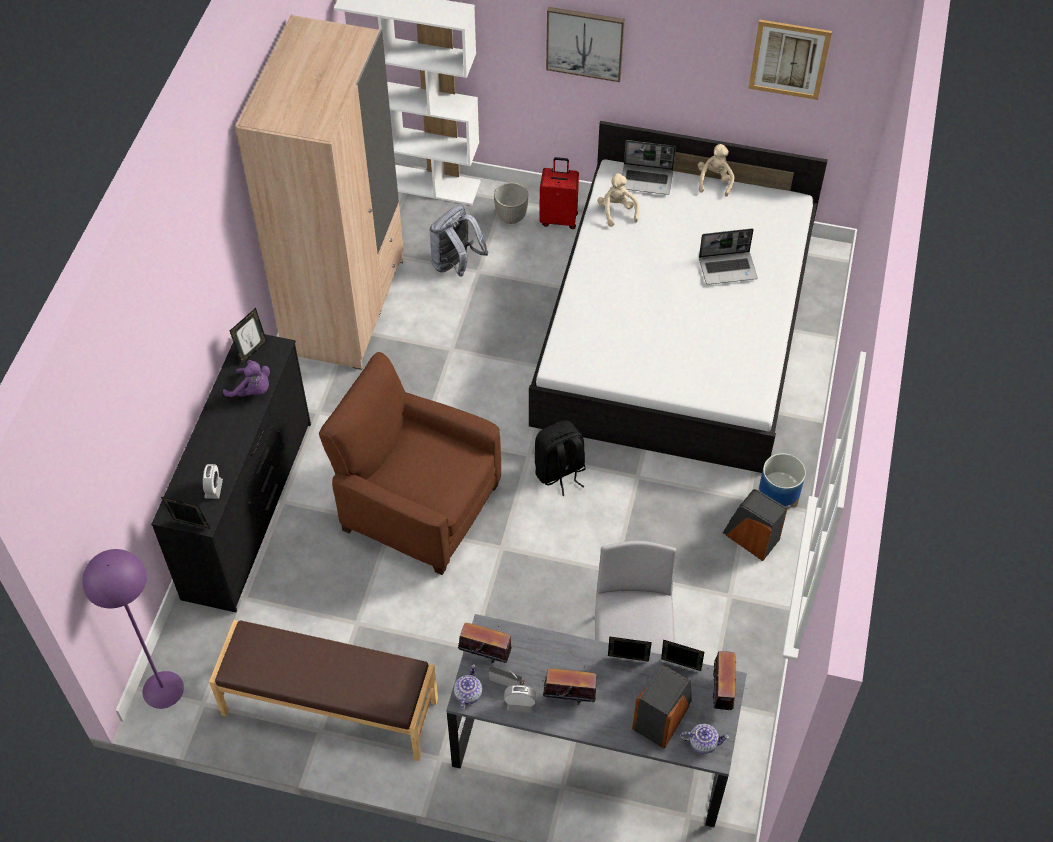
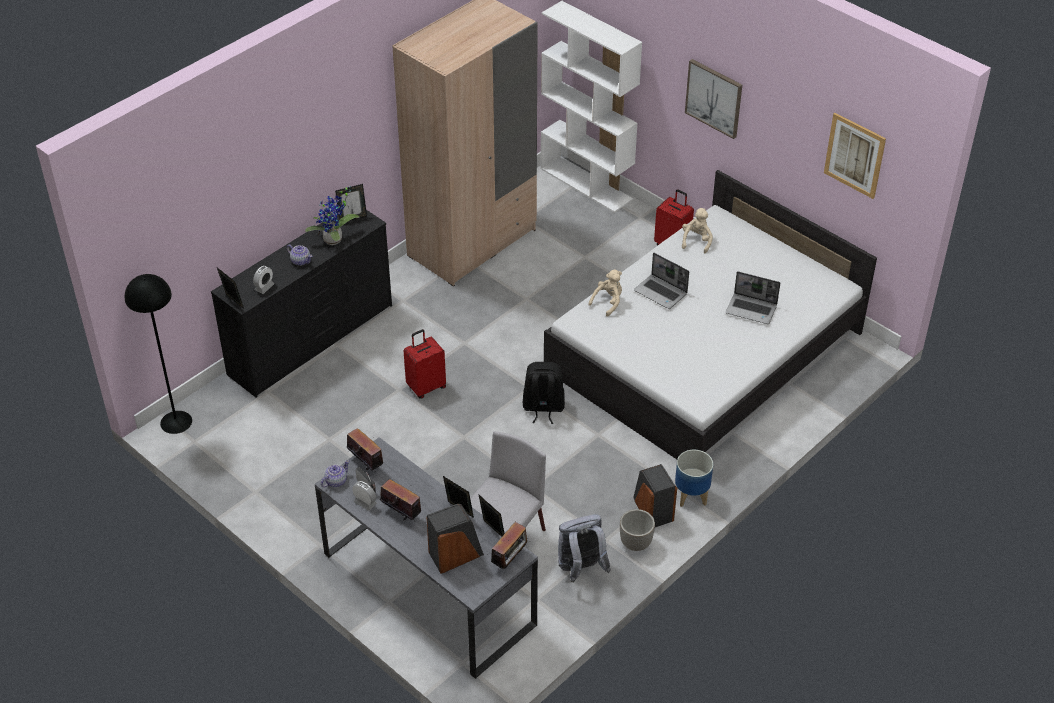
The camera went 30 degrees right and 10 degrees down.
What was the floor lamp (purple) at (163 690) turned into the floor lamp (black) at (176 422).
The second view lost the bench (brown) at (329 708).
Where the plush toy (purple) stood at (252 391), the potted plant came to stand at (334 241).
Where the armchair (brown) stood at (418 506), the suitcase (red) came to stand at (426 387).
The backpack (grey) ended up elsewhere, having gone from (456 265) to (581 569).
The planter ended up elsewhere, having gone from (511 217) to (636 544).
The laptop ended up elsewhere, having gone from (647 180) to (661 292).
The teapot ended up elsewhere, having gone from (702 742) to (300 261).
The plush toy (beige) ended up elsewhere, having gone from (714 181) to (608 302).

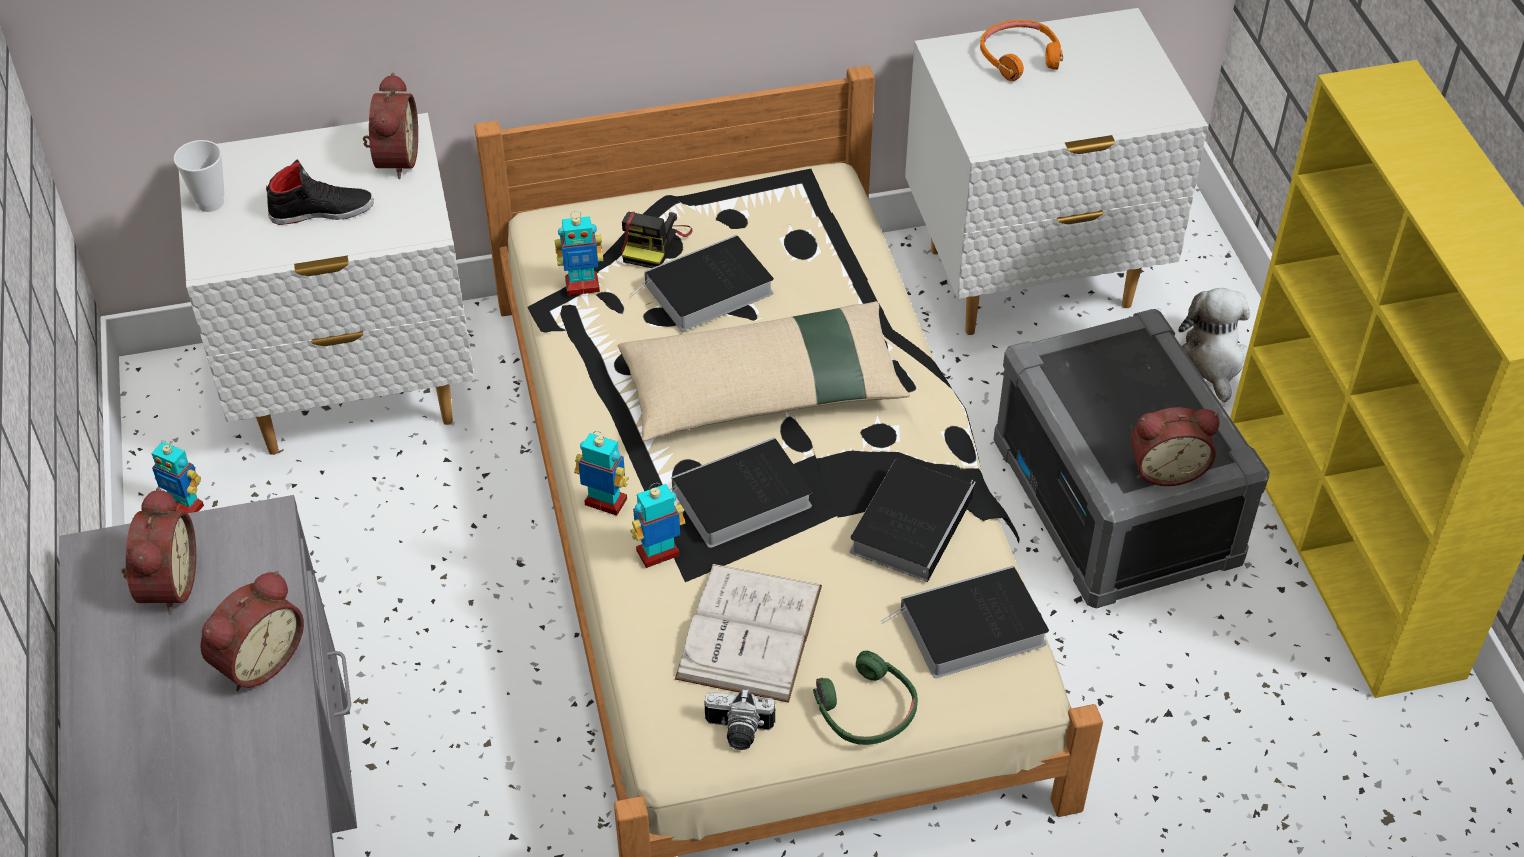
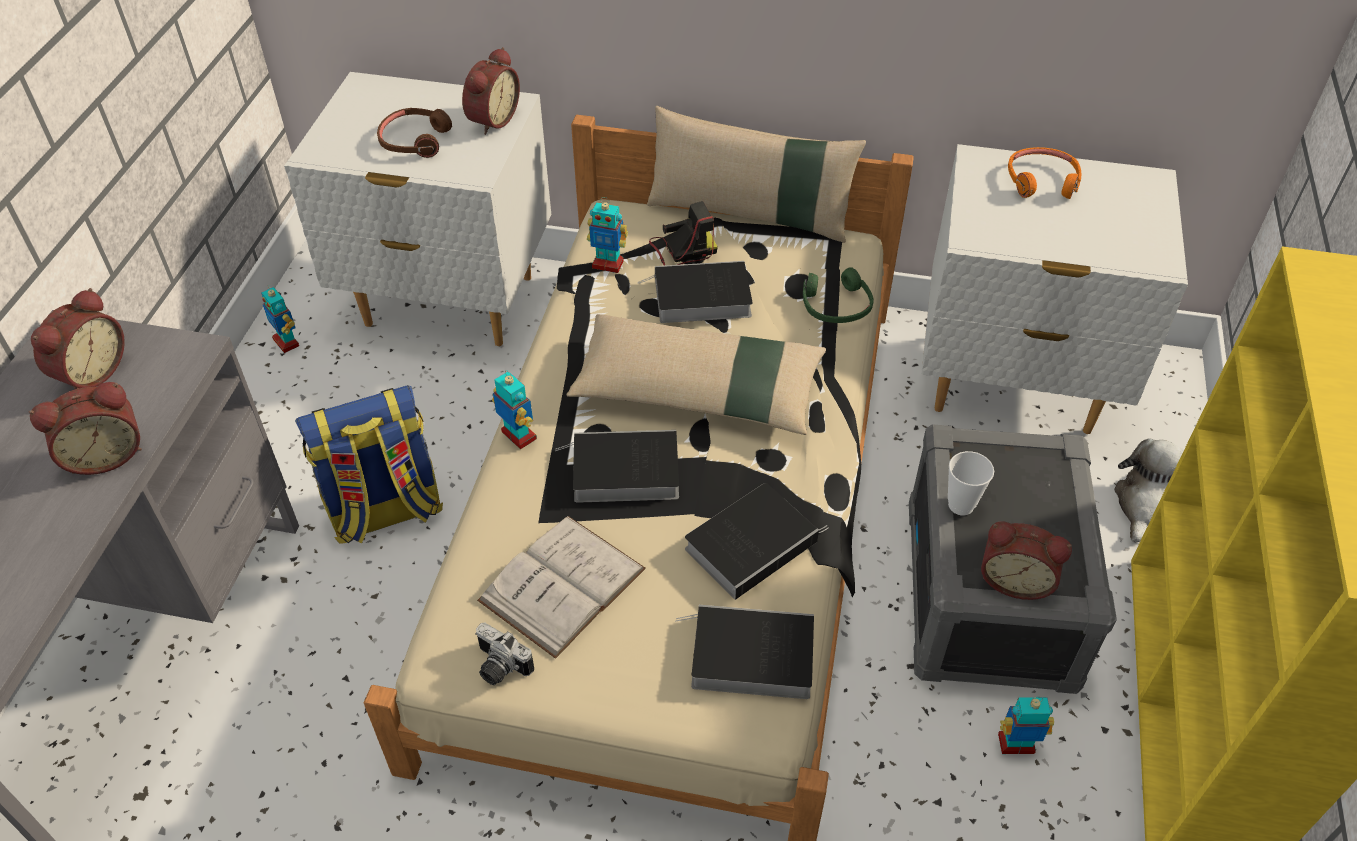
The camera went 25 degrees right and 0 degrees up.
The cup ended up elsewhere, having gone from (210 202) to (961 505).
Where the shoe (black) stood at (322 210), the headphones (brown) came to stand at (414 140).
The photo camera at (654 243) ended up facing another way, 150 degrees counterclockwise from before.
The toy robot ended up elsewhere, having gone from (658 554) to (1016 745).
The headphones (green) ended up elsewhere, having gone from (866 709) to (836 305).
The second view gained the backpack at (385 512).
The second view gained the pillow (beige) at (750 214).

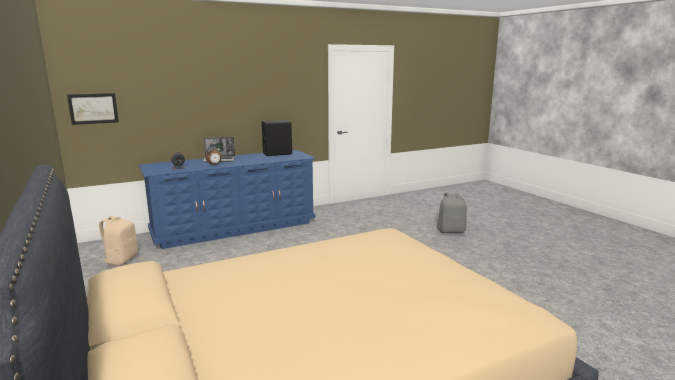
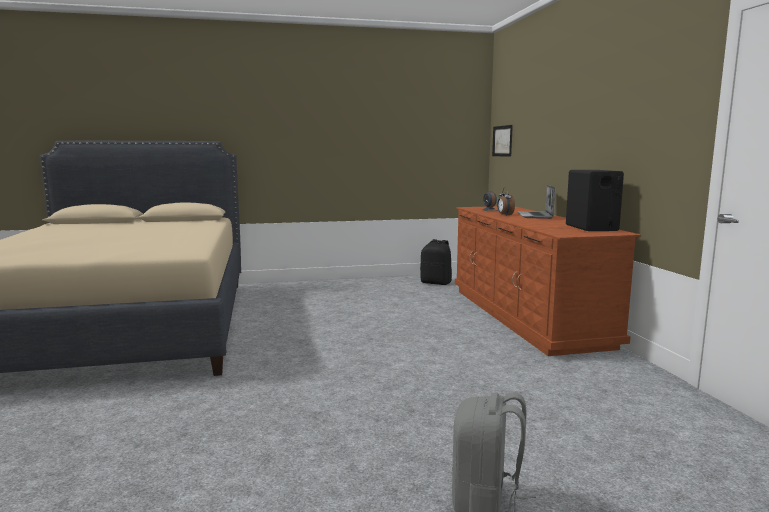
The camera went 105 degrees right and 5 degrees down.
What was the backpack (beige) at (121 260) turned into the backpack (black) at (436 283).
What was the dresser (blue) at (234 228) turned into the dresser (brown) at (525 316).

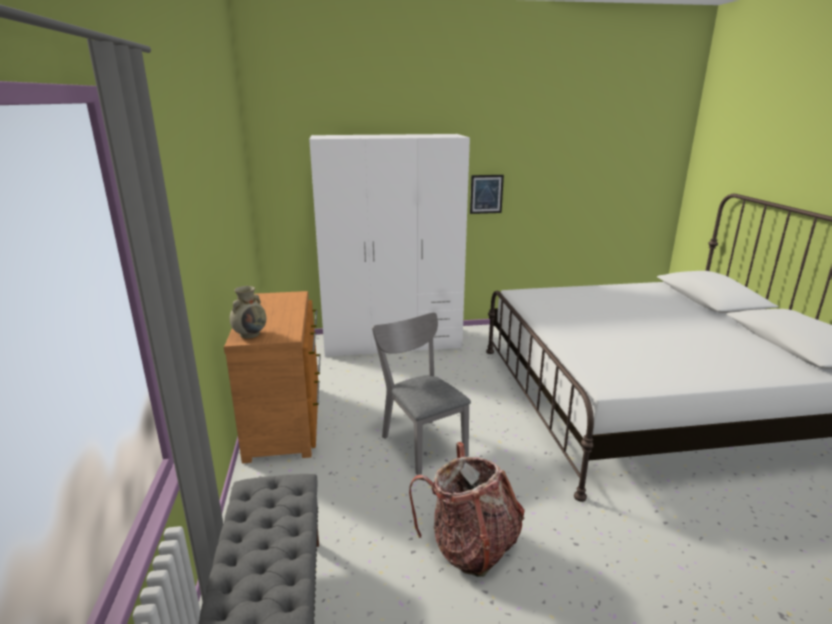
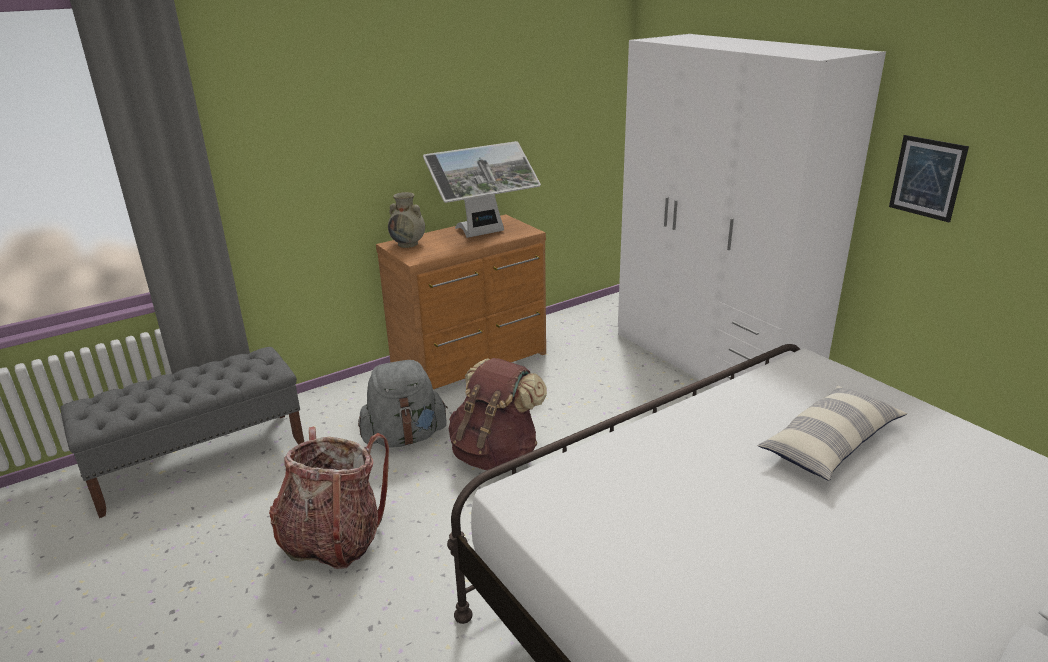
The camera went 65 degrees right and 5 degrees up.
Where the chair (grey) stood at (420 442), the backpack (brown) came to stand at (496 454).
The second view gained the backpack (grey) at (405 437).
The second view gained the monitor at (484 233).
The second view gained the pillow at (830 444).

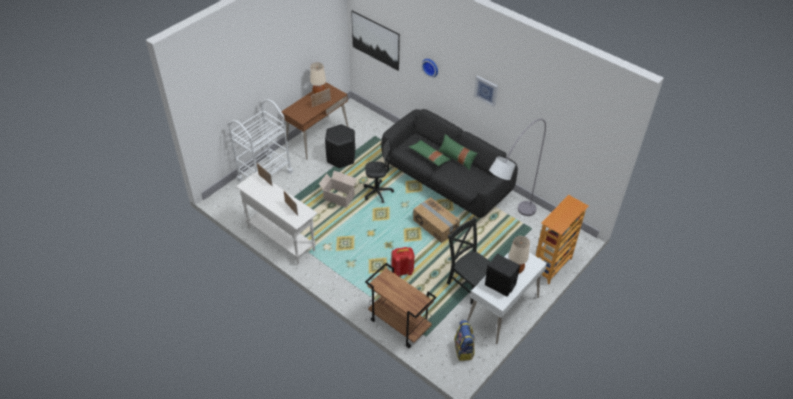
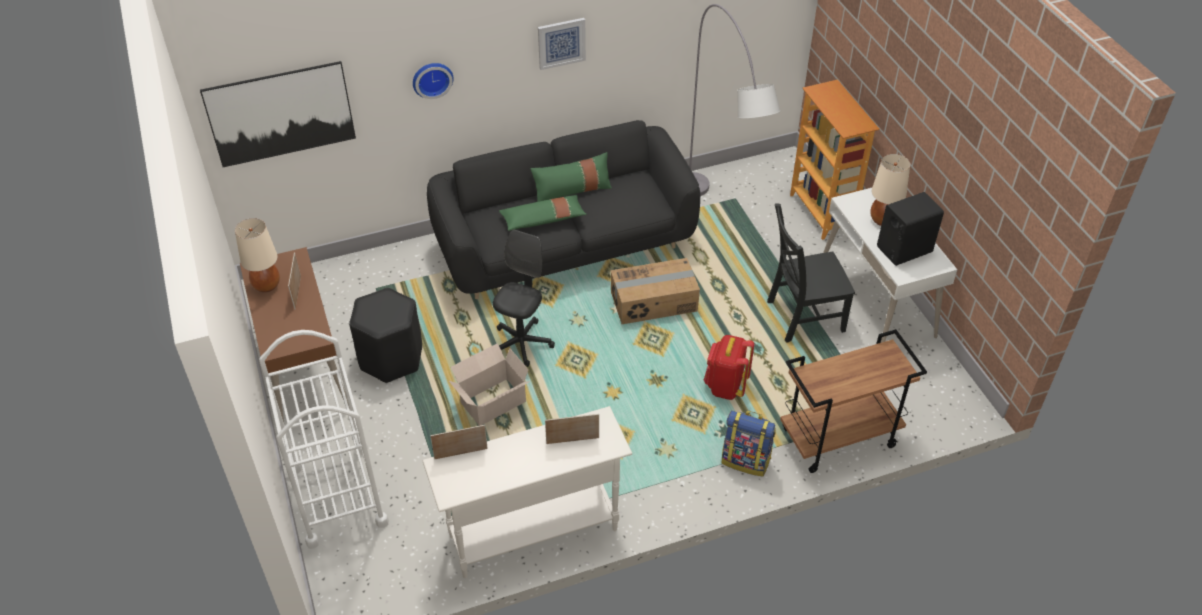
The camera went 60 degrees left and 0 degrees up.
The backpack ended up elsewhere, having gone from (464 350) to (746 460).

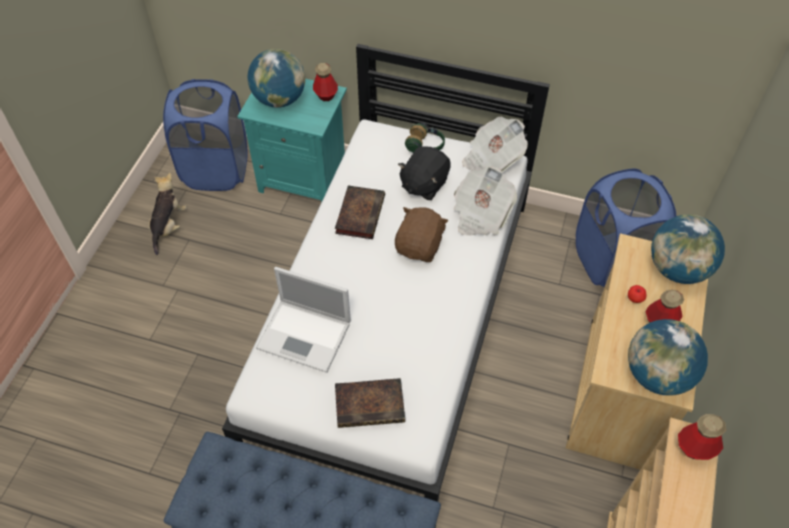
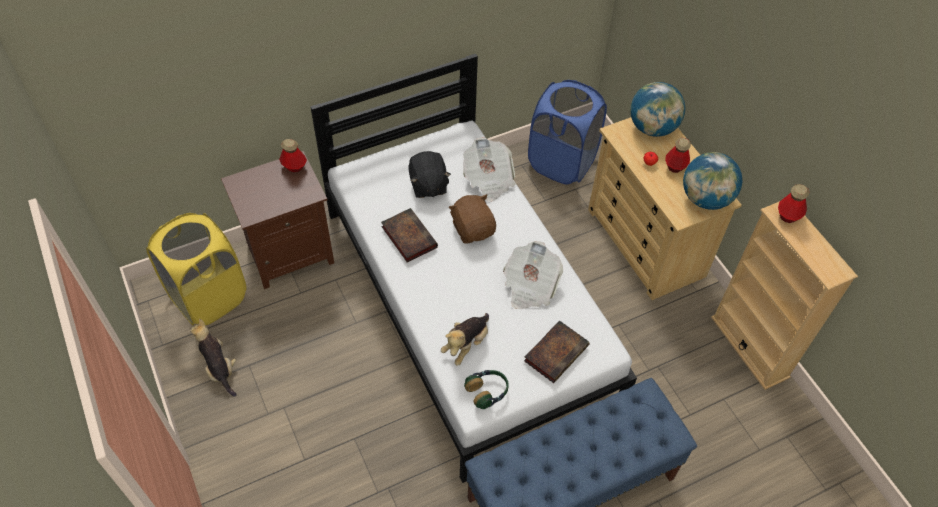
The camera went 45 degrees left and 0 degrees up.
What was the laundry basket (blue) at (216 170) turned into the laundry basket (yellow) at (209 297).
What was the nightstand (turquoise) at (304 178) turned into the nightstand (brown) at (289 253).
The second view lost the globe at (279 99).
Where the laptop stood at (306 336), the plush toy came to stand at (466 344).
The headphones ended up elsewhere, having gone from (425 146) to (487 391).
The newspaper ended up elsewhere, having gone from (492 159) to (530 286).

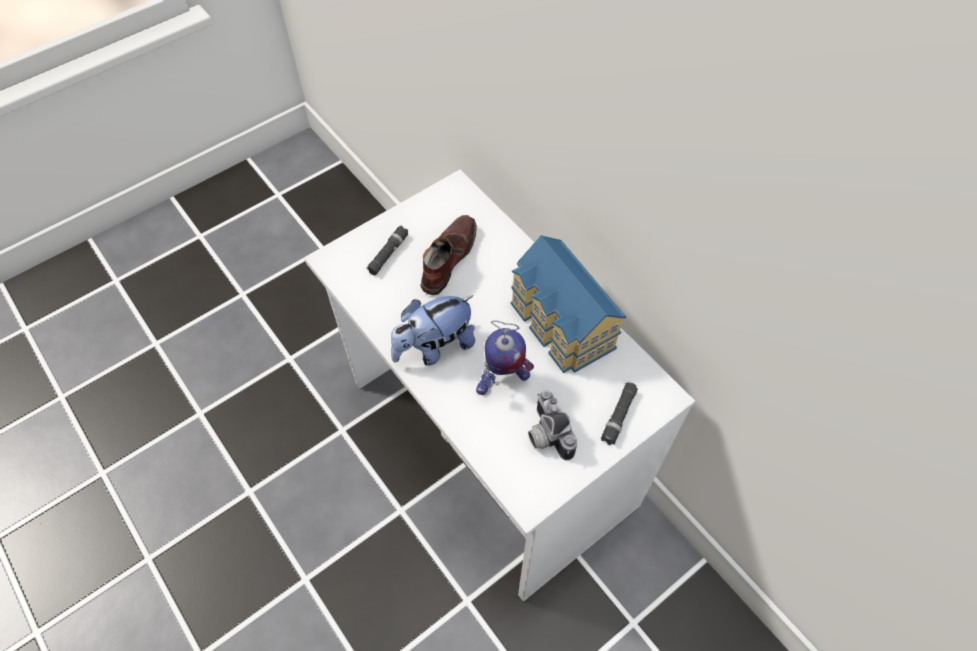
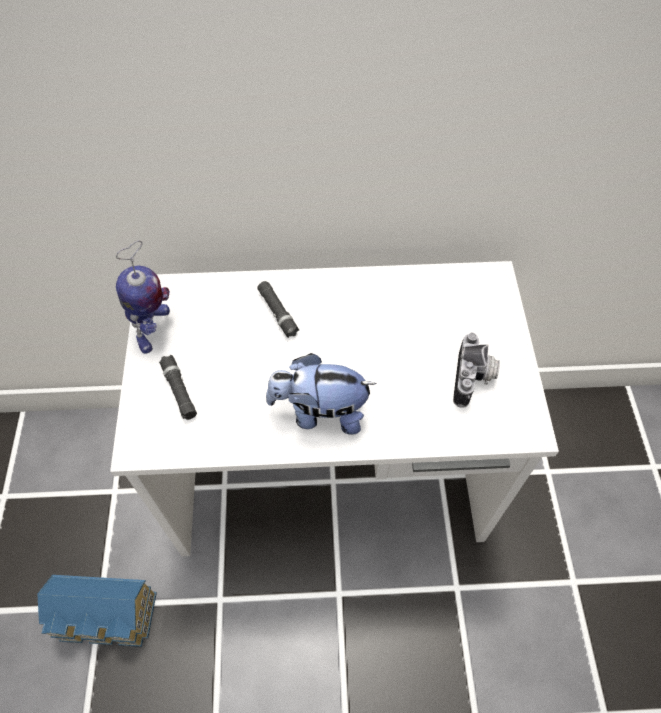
The camera went 55 degrees left and 0 degrees up.
The plush toy at (434 347) ended up facing another way, 90 degrees clockwise from before.
The second view lost the shoe (brown) at (448 258).
The toy robot ended up elsewhere, having gone from (501 380) to (152 329).
The toy house ended up elsewhere, having gone from (560 325) to (107 618).
The photo camera at (546 434) ended up facing another way, 90 degrees counterclockwise from before.
The flashlight (black) ended up elsewhere, having gone from (618 416) to (278 313).

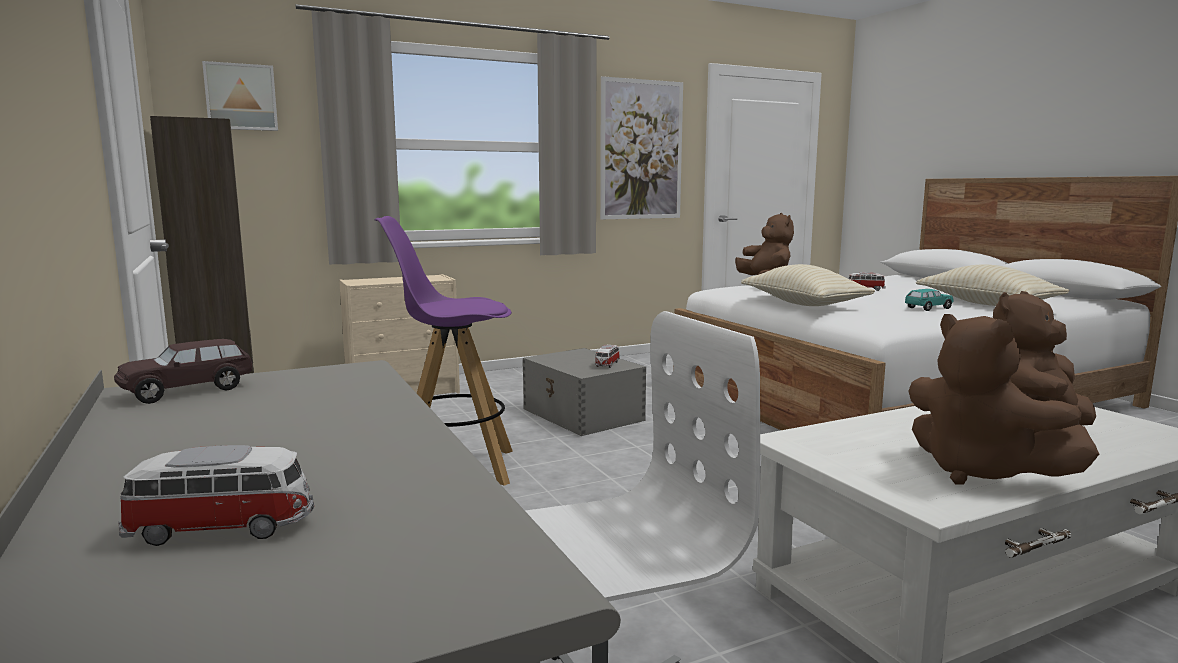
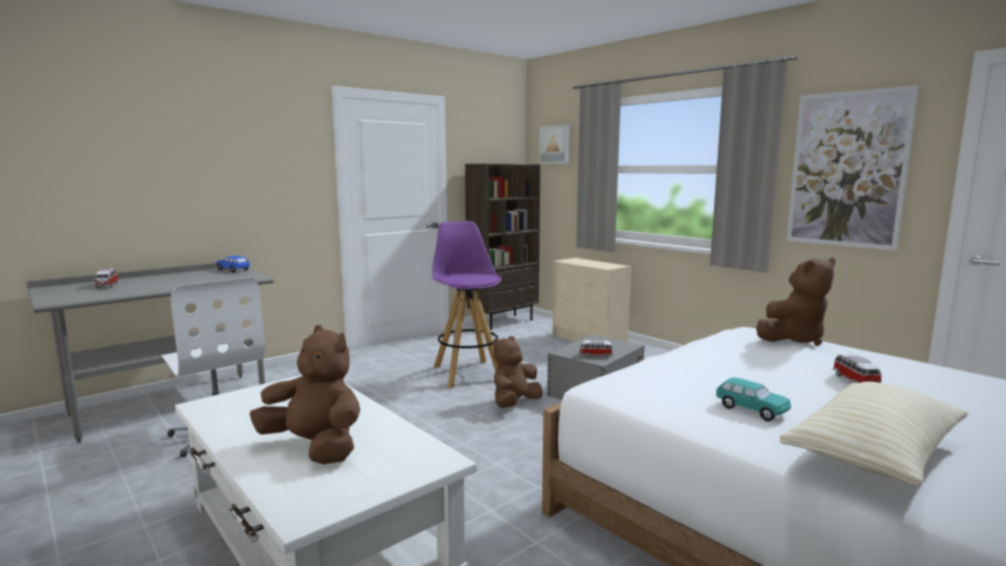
The camera went 75 degrees right and 0 degrees up.
What was the toy car (brown) at (187 390) turned into the toy car (blue) at (233 270).
The second view lost the pillow (beige) at (803 304).
The plush toy (brown) ended up elsewhere, having gone from (980 472) to (514 403).

